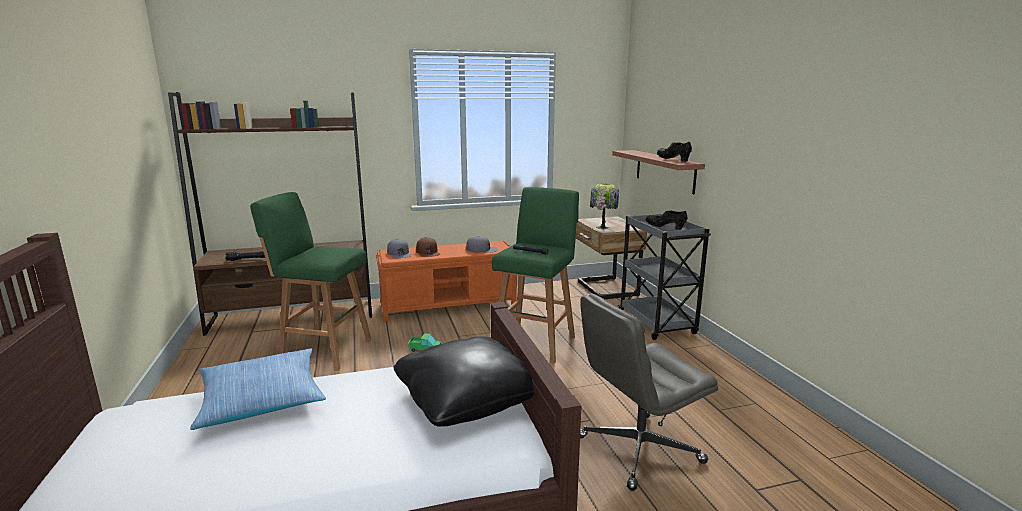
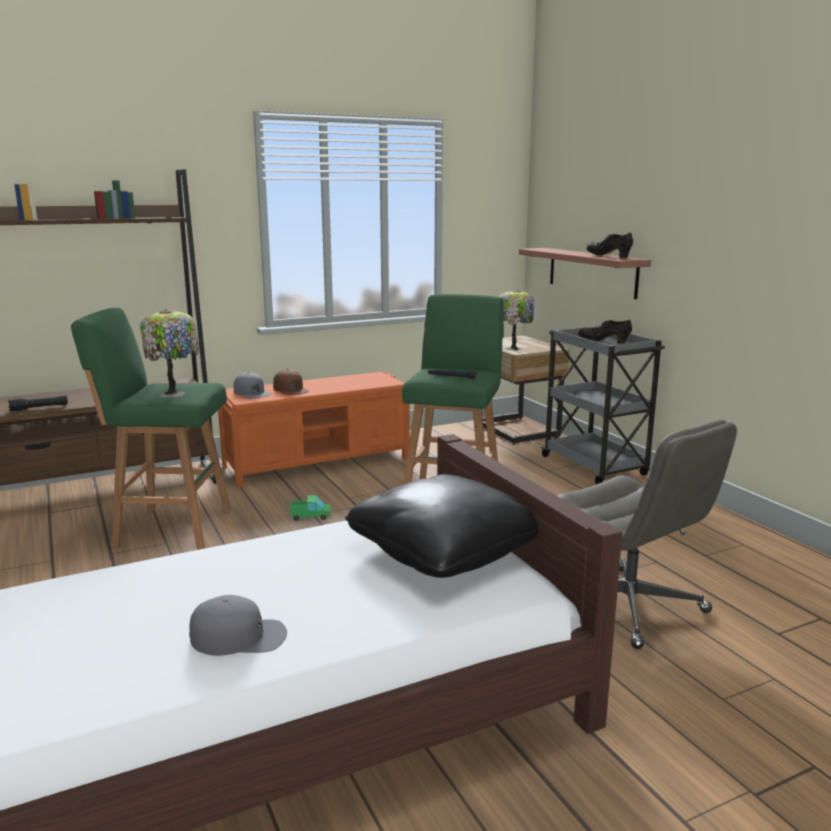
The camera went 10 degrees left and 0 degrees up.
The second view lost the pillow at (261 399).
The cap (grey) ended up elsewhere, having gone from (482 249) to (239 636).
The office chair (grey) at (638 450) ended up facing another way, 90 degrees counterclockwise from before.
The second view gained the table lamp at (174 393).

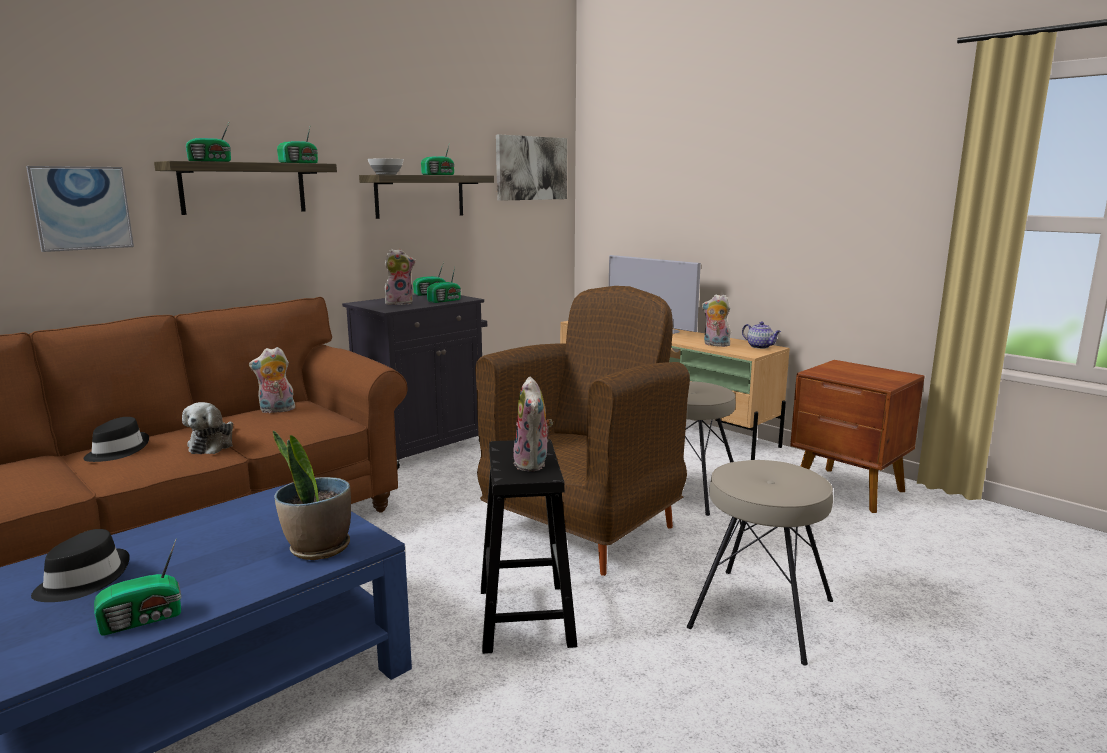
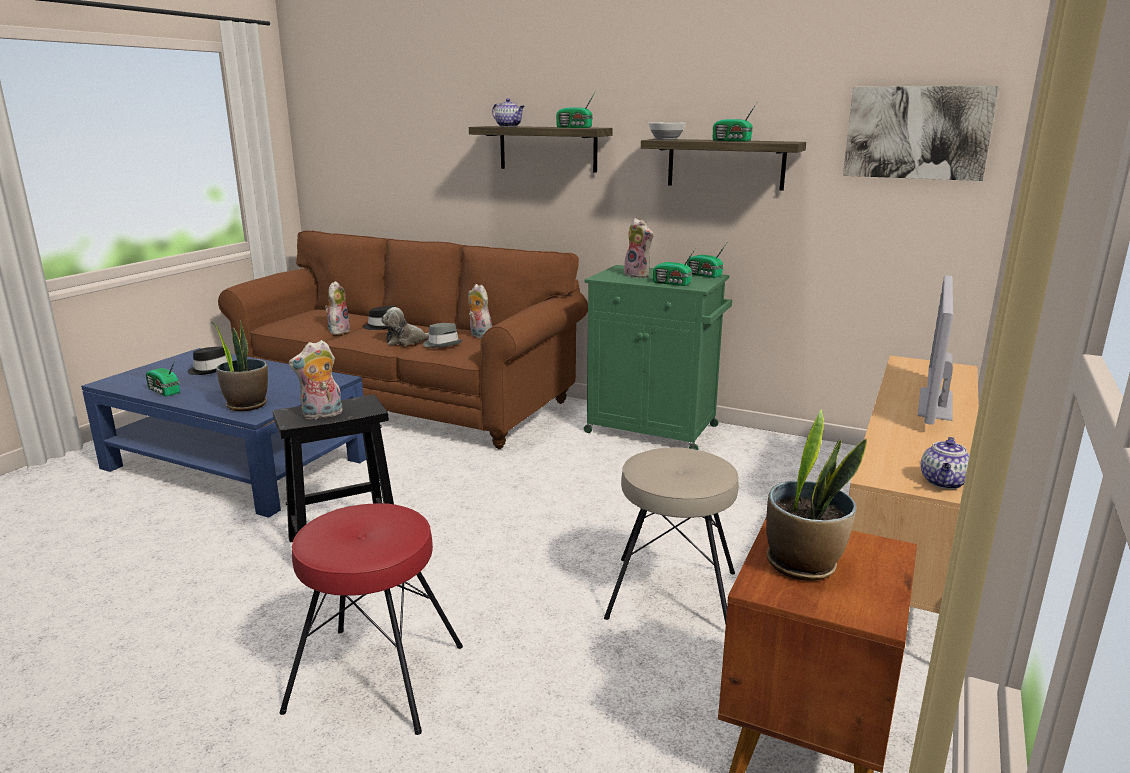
The camera went 70 degrees right and 5 degrees up.
The second view lost the picture at (81 208).
Where the radio stood at (211 161), the teapot came to stand at (509 126).
What was the cabinet (black) at (424 446) turned into the cabinet (green) at (654 430).
The second view lost the armchair (brown) at (583 527).
What was the stool (beige) at (760 613) turned into the stool (red) at (376 676).
The plush toy ended up elsewhere, having gone from (715 345) to (338 331).
The second view gained the hat (grey) at (442 344).
The second view gained the potted plant at (803 564).

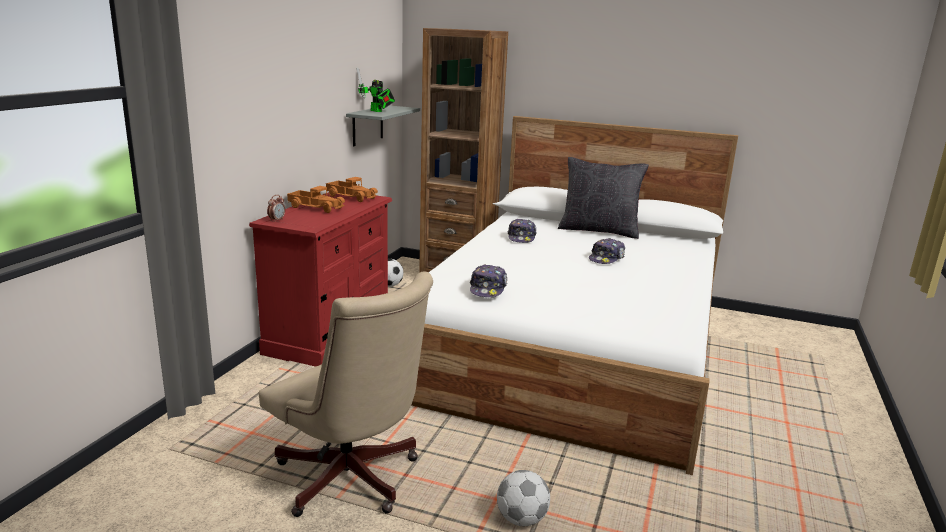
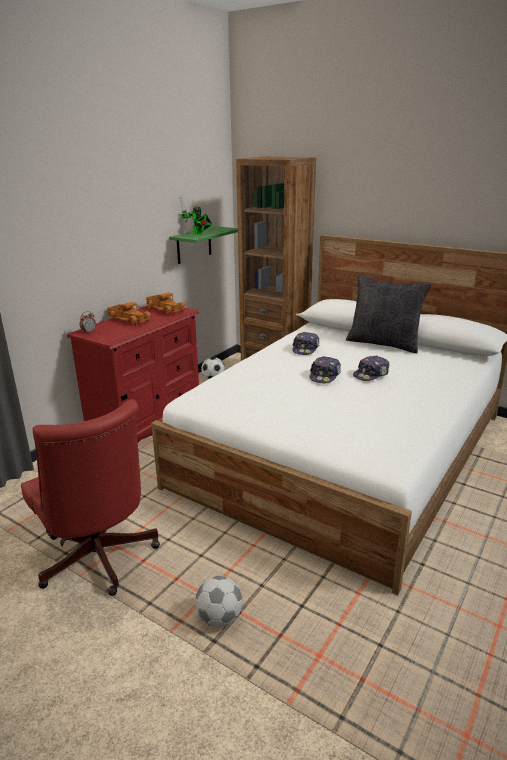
The camera went 15 degrees right and 5 degrees up.
What was the office chair (beige) at (351 481) turned into the office chair (red) at (99 561).
What was the shelf (grey) at (367 125) turned into the shelf (green) at (194 245).
The cap ended up elsewhere, having gone from (488 289) to (325 376).

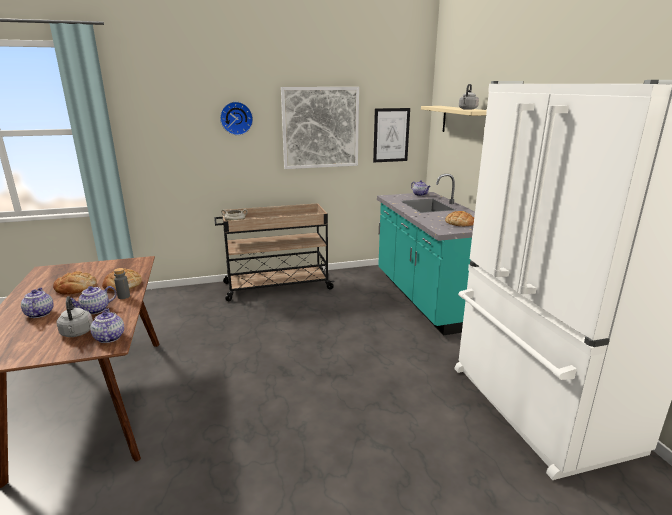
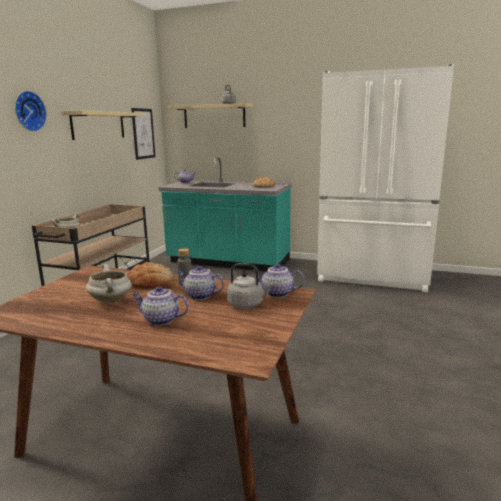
The camera went 55 degrees left and 5 degrees down.
Where the bread stood at (76 287), the cooking pot (white) came to stand at (111 301).
The teapot at (95 310) ended up facing another way, 120 degrees clockwise from before.
Where the picture hung at (320 128), the shelf (beige) came to hang at (98 125).

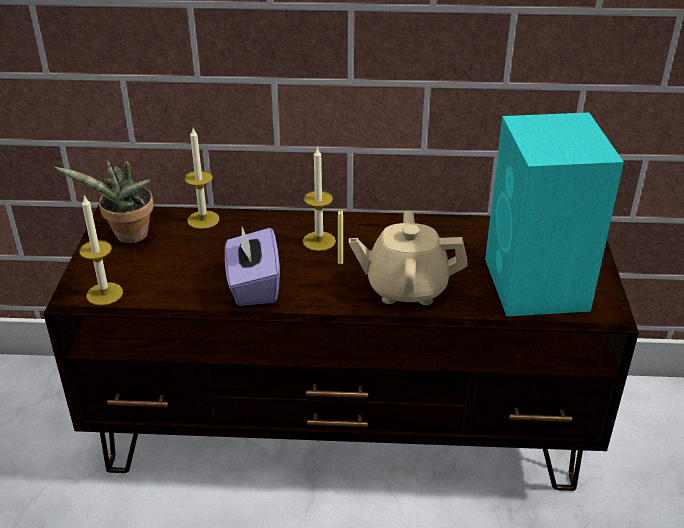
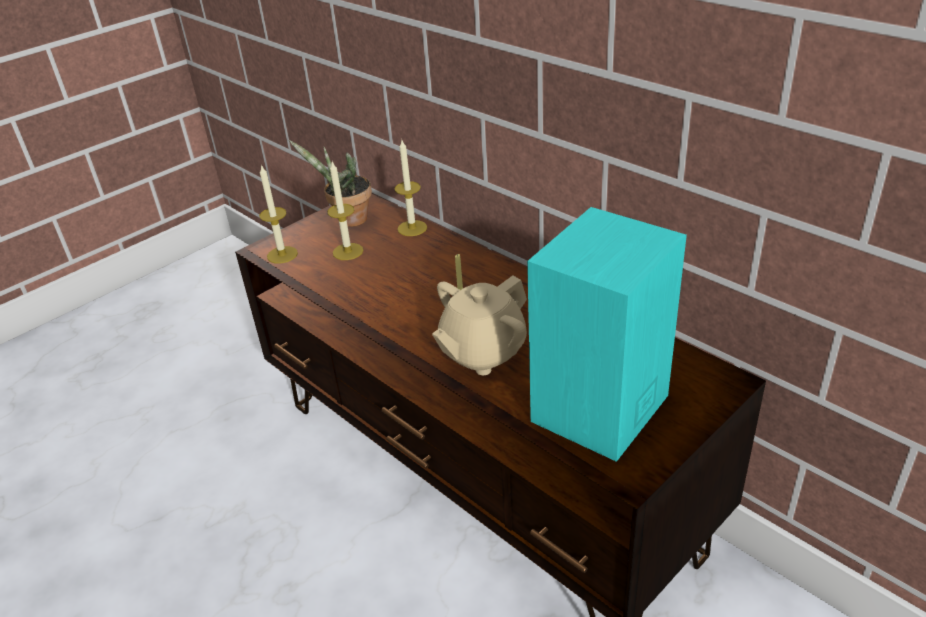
The camera went 45 degrees right and 0 degrees up.
The second view lost the tissue box (purple) at (253 286).
The candle ended up elsewhere, having gone from (319 241) to (348 251).
The teapot (beige) at (406 288) ended up facing another way, 90 degrees counterclockwise from before.

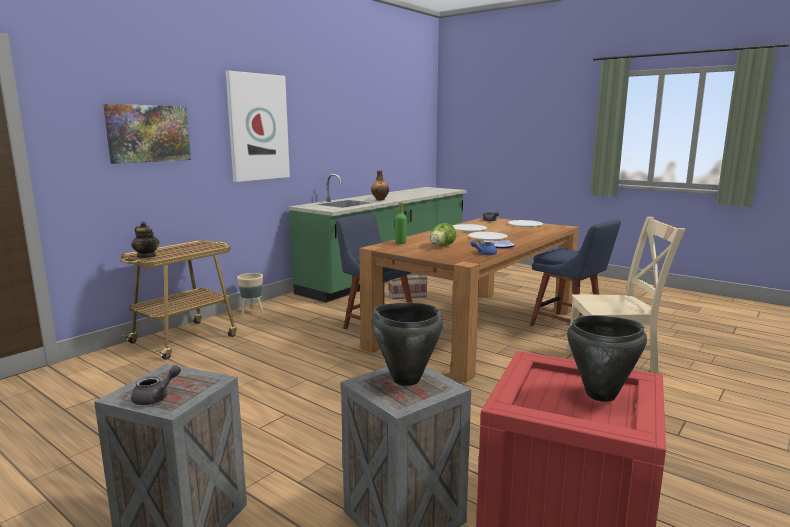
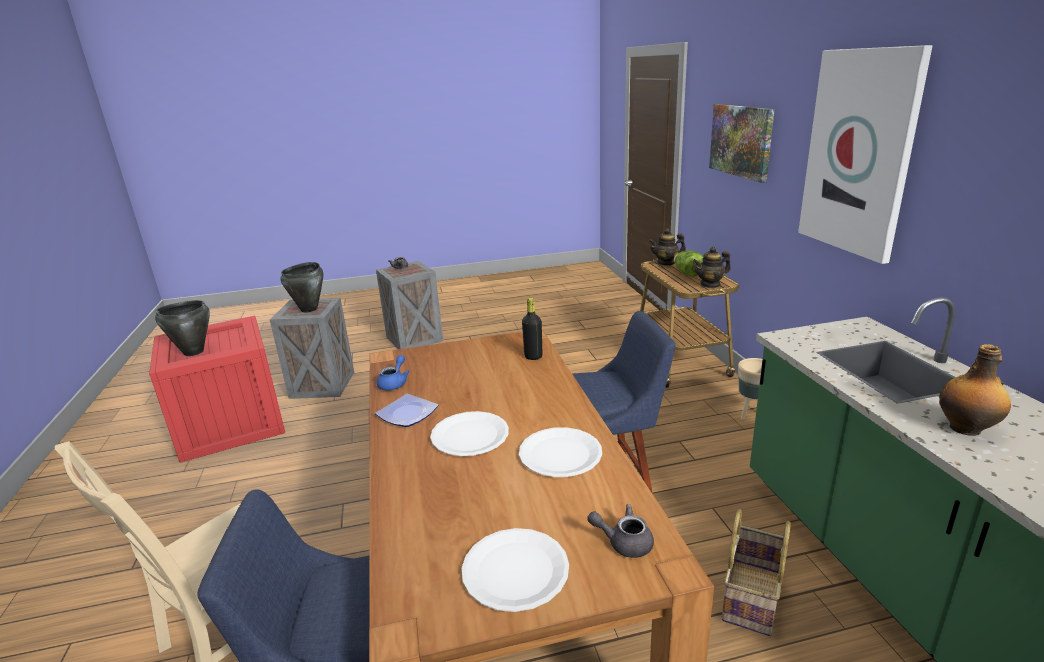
The camera went 130 degrees right and 10 degrees up.
What was the bottle (green) at (400 243) turned into the bottle (black) at (533 356).
The lettuce ended up elsewhere, having gone from (441 246) to (687 273).
The second view gained the teapot at (710 284).

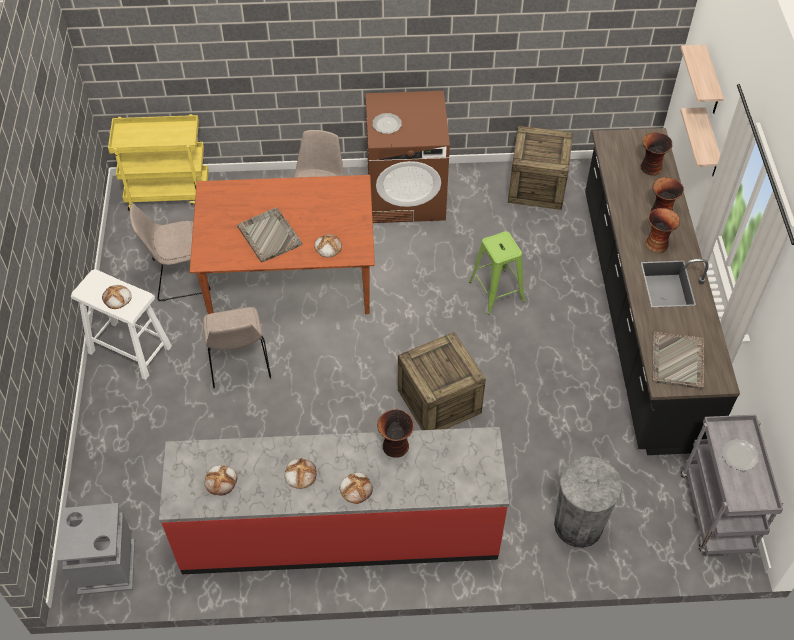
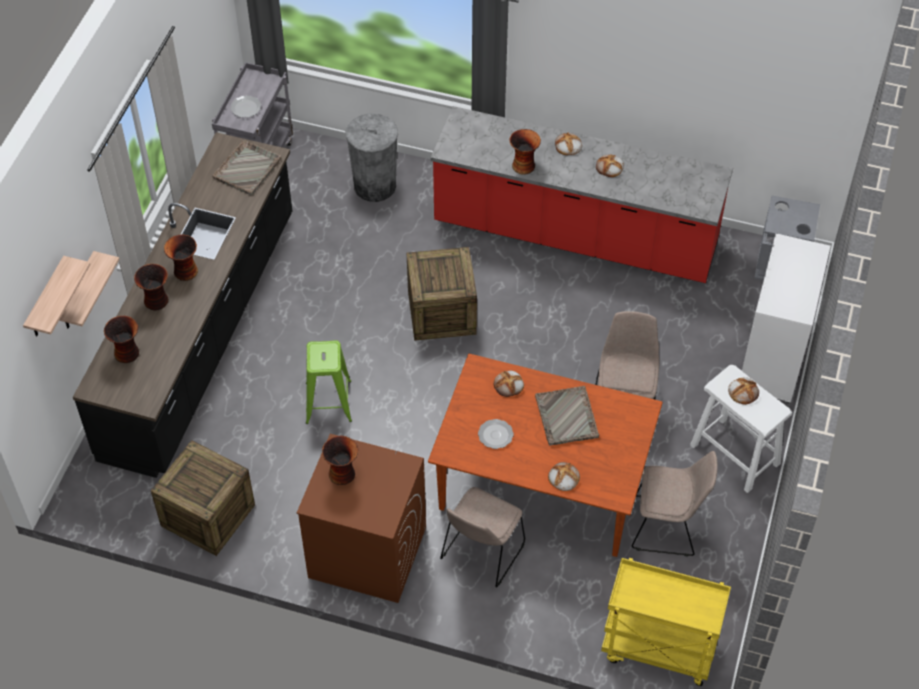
The camera went 160 degrees left and 0 degrees up.
The bread ended up elsewhere, having gone from (221 481) to (563 478).
The plate ended up elsewhere, having gone from (386 124) to (496 435).
The second view gained the vase at (342 473).
The second view gained the cabinet (white) at (774 358).

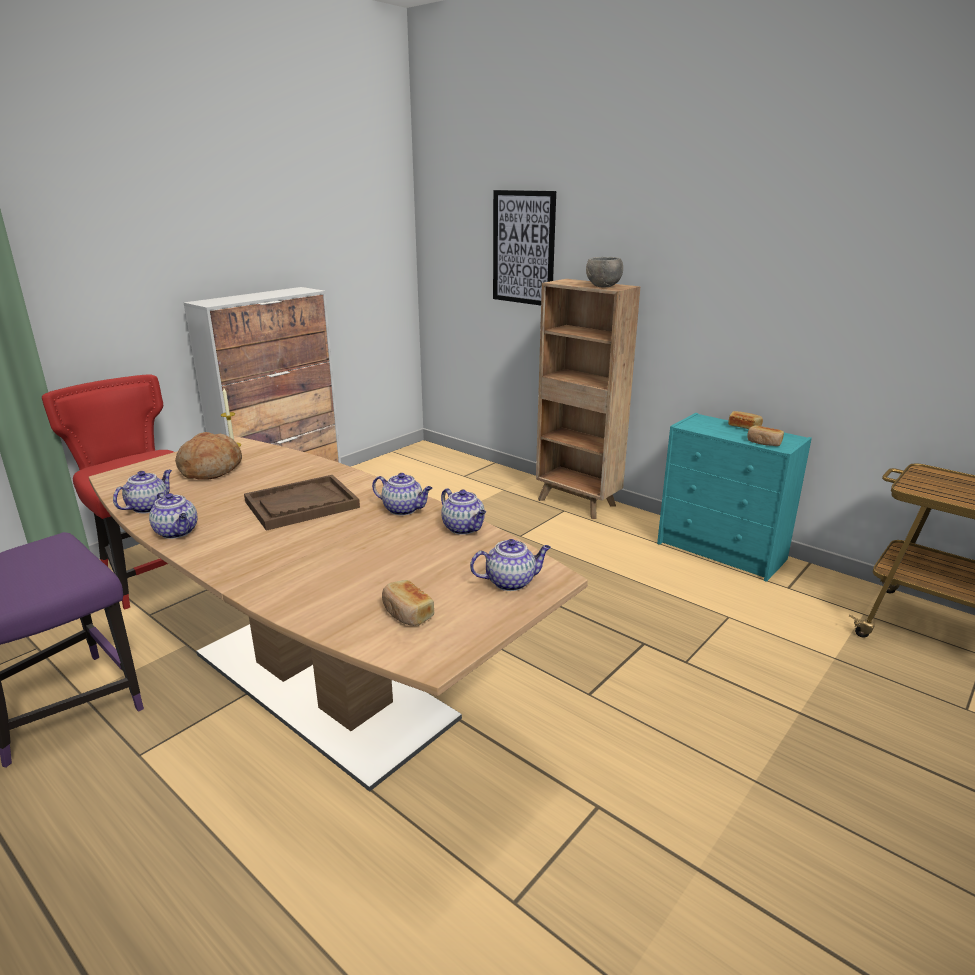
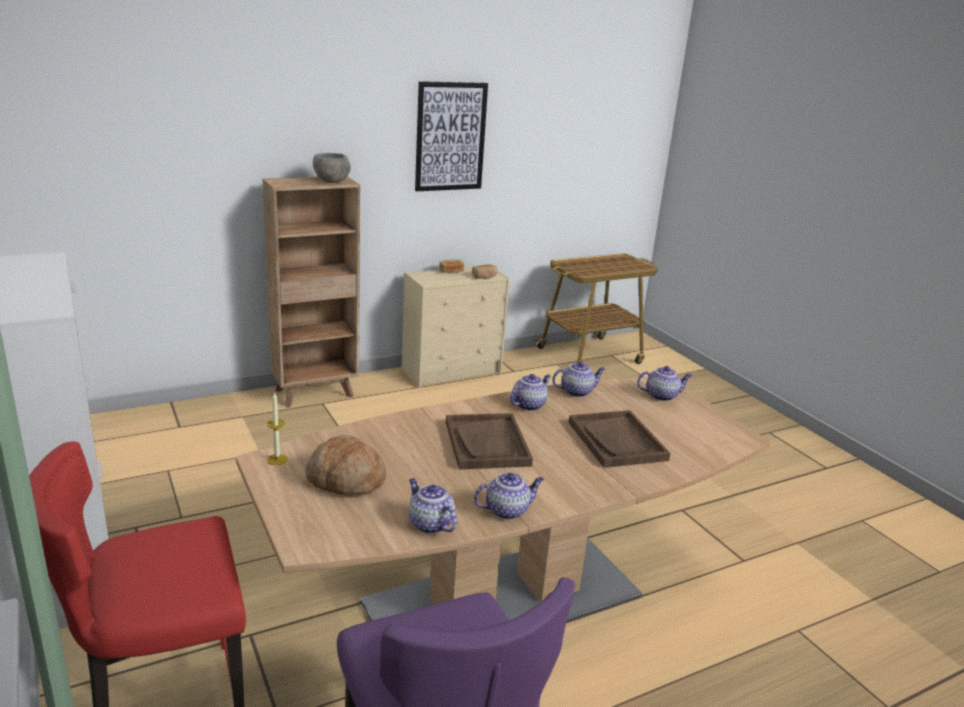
The camera went 70 degrees left and 0 degrees up.
The second view lost the bread at (407 613).
The teapot at (511 582) ended up facing another way, 75 degrees clockwise from before.
The picture ended up elsewhere, having gone from (523 248) to (450 137).
What was the dresser (turquoise) at (722 552) turned into the dresser (beige) at (452 371).
The second view gained the tray (brown) at (617 441).

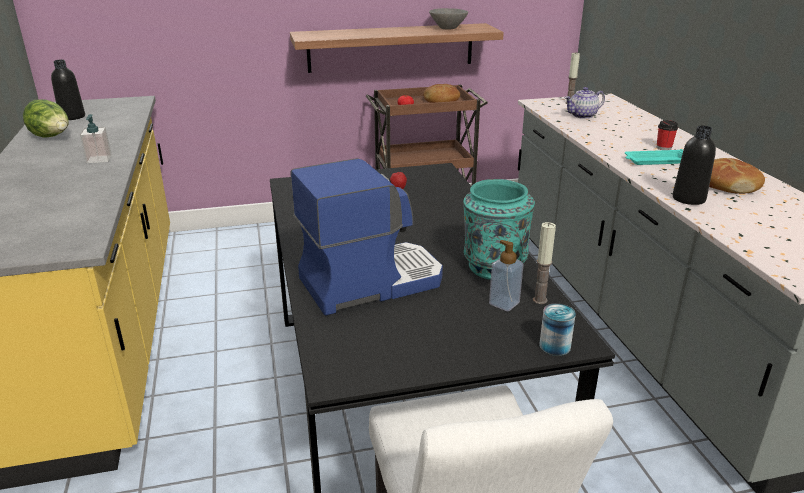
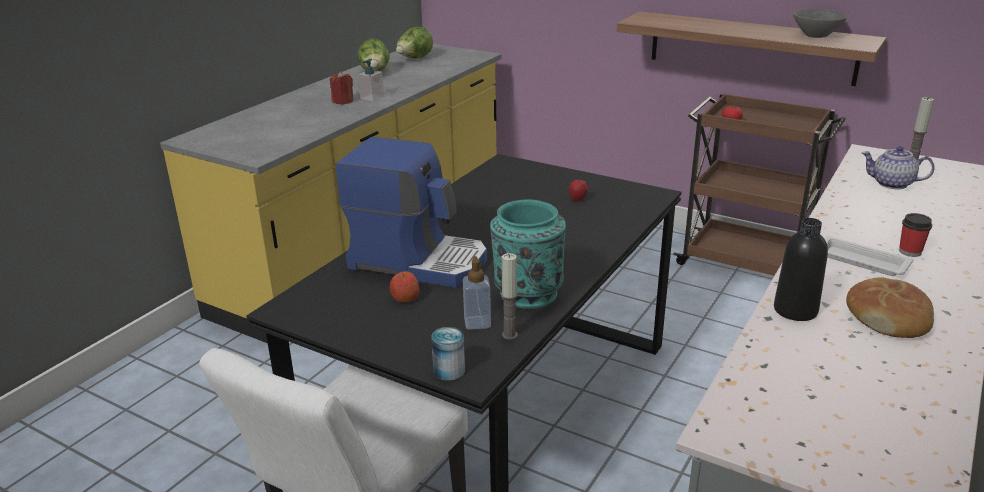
The camera went 45 degrees right and 0 degrees up.
Where the bottle (black) stood at (72 117), the lettuce came to stand at (414 59).
The second view lost the bread at (441 101).
What was the tray (turquoise) at (656 161) turned into the tray (white) at (859 261).
The second view gained the candle (red) at (343 101).
The second view gained the apple at (405 298).

